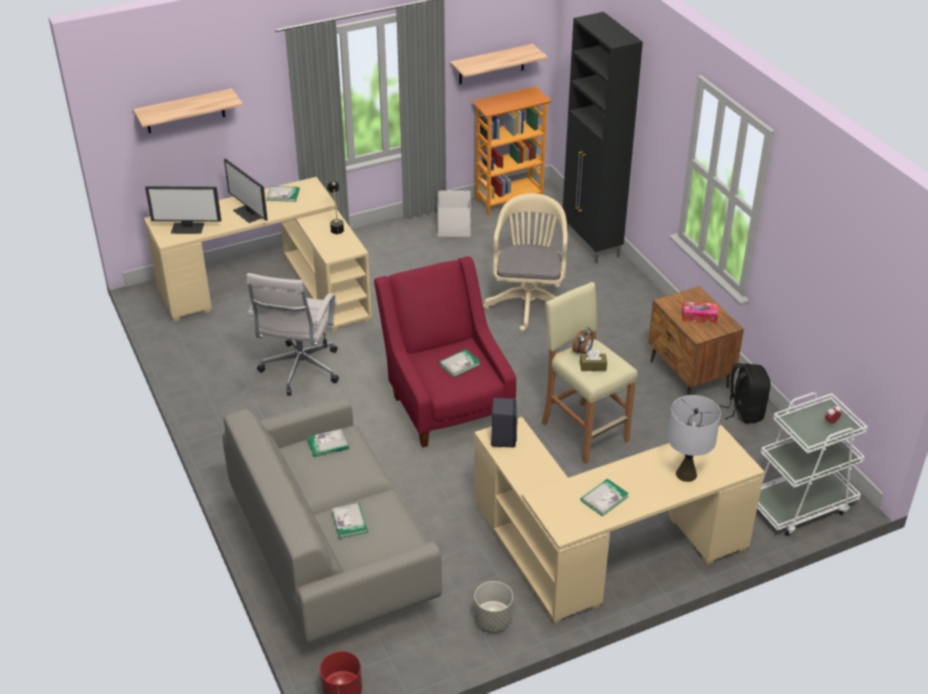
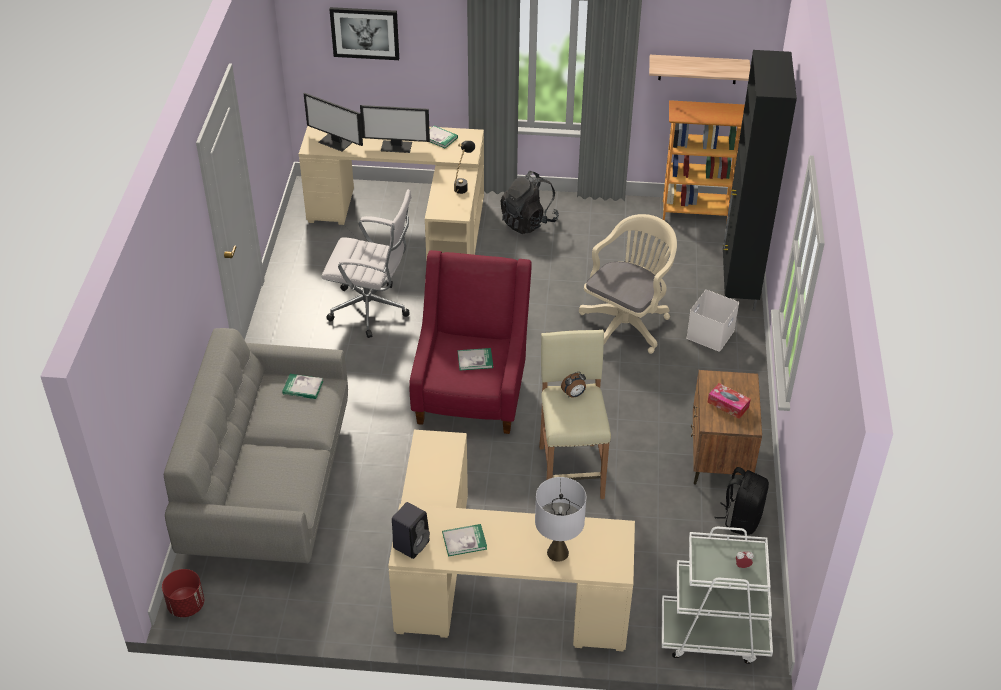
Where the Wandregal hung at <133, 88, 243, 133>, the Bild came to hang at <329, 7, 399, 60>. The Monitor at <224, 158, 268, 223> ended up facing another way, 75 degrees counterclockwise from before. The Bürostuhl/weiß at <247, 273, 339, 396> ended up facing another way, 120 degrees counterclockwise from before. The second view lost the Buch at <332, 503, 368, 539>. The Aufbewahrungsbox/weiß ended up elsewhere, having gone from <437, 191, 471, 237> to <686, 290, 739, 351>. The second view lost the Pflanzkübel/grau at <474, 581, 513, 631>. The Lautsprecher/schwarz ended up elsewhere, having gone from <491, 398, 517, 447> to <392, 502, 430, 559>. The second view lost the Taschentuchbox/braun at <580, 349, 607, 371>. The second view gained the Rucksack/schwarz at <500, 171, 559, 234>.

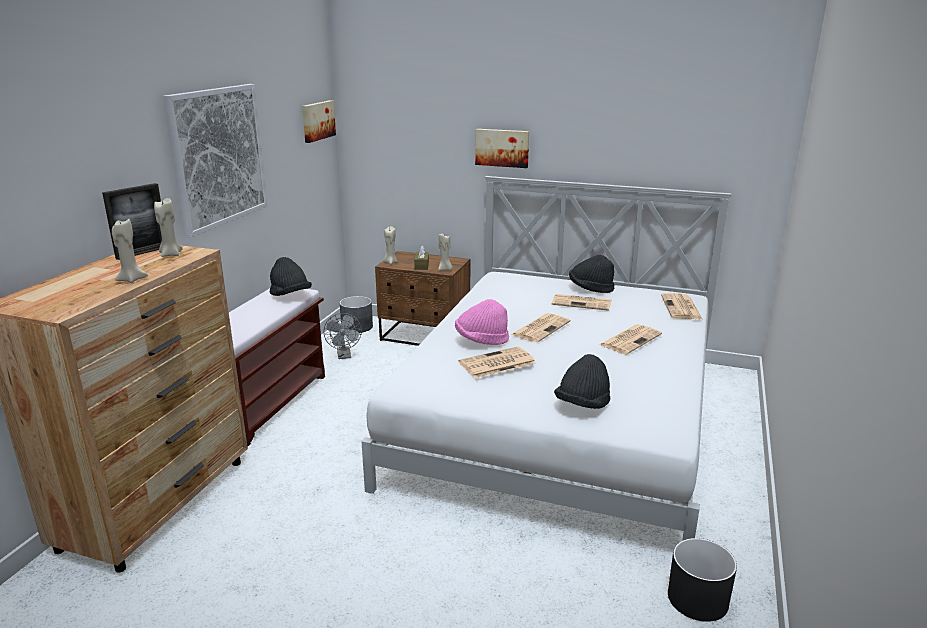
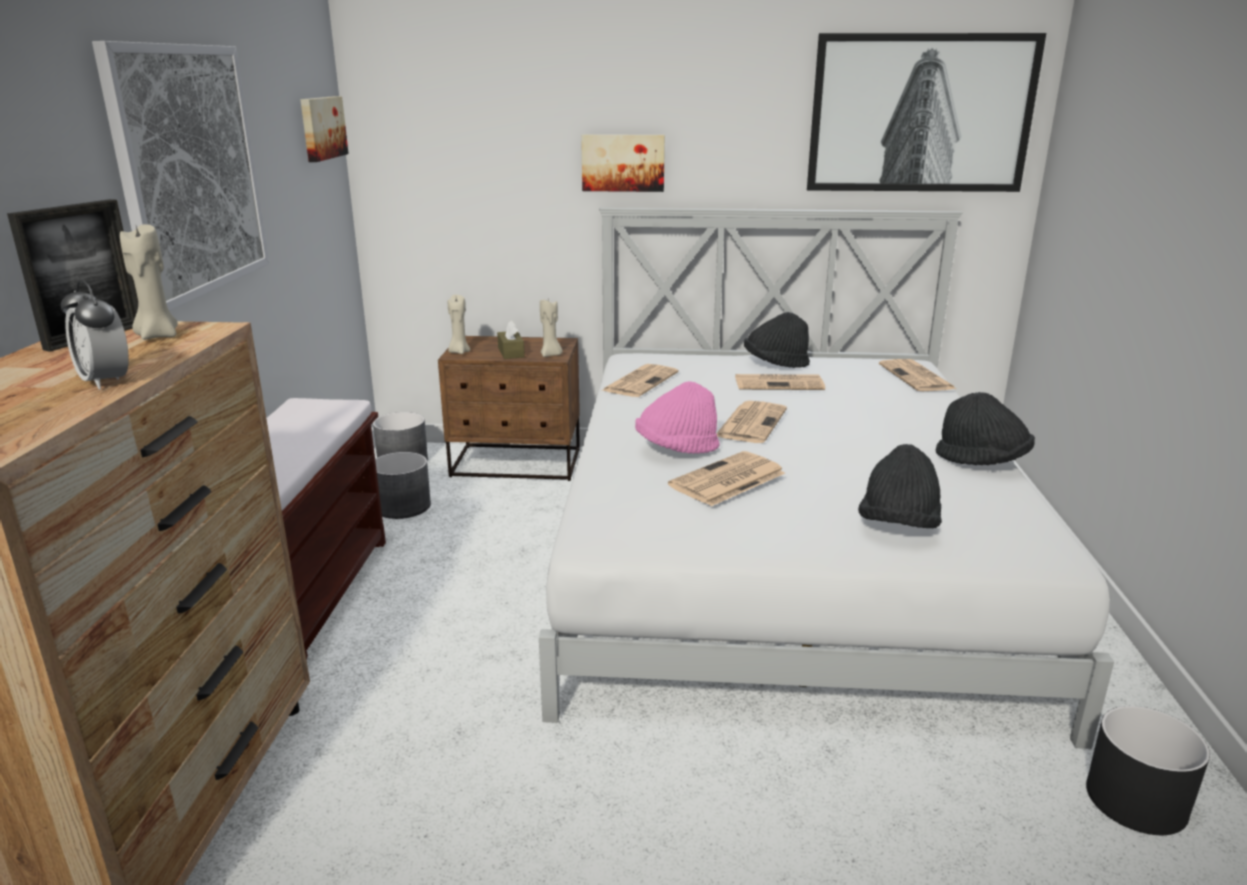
Where the Kerze/beige stood at <112, 218, 148, 283>, the Wecker came to stand at <61, 280, 129, 390>. The Hut/schwarz ended up elsewhere, having gone from <270, 257, 312, 296> to <936, 392, 1035, 465>. Where the Ventilator/grau stood at <324, 313, 362, 359>, the Pflanzkübel/grau came to stand at <375, 452, 431, 519>. The Zeitung ended up elsewhere, having gone from <599, 324, 662, 354> to <601, 364, 679, 397>. The second view gained the Bild at <807, 33, 1046, 192>.

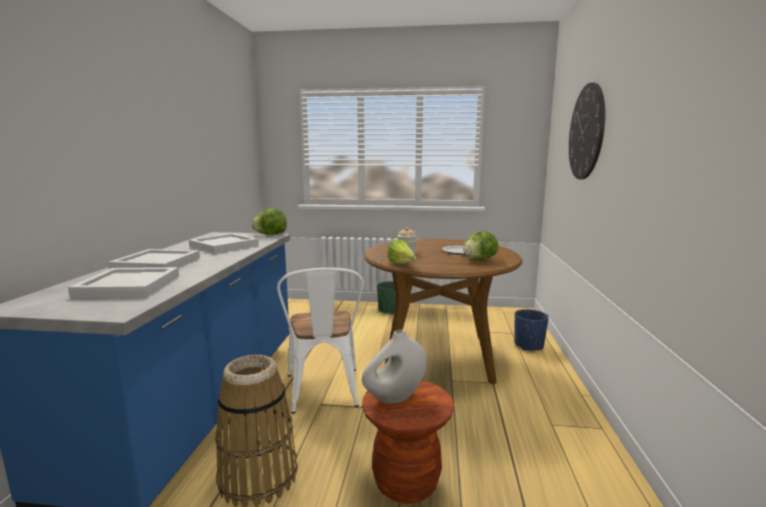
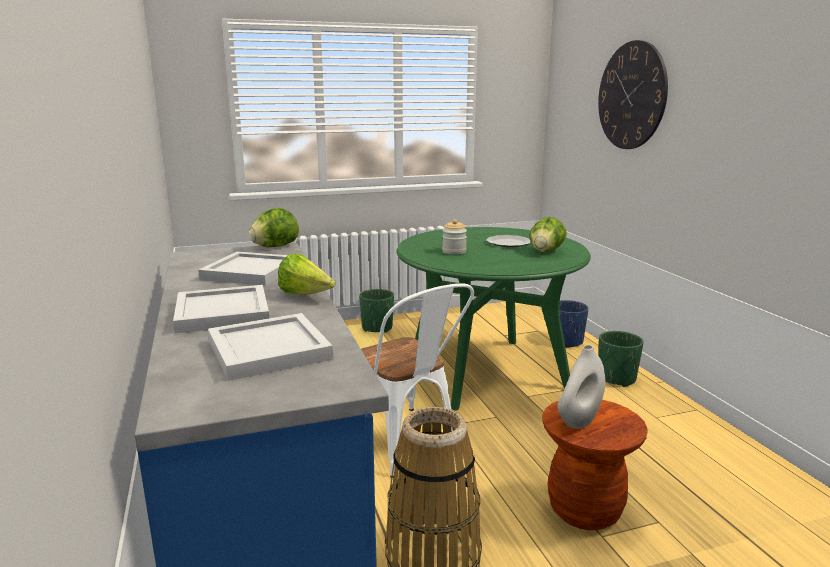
What was the Esstisch/braun at <364, 239, 523, 384> turned into the Esstisch/grün at <397, 227, 591, 411>. The Salatkopf ended up elsewhere, having gone from <387, 239, 417, 264> to <278, 254, 335, 295>. The second view gained the Pflanzkübel/grün at <598, 331, 644, 387>.

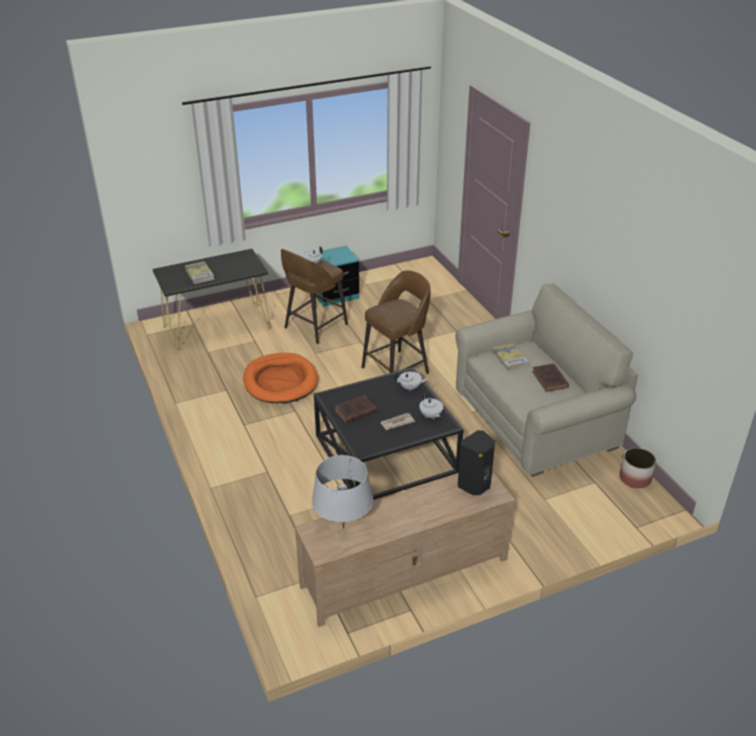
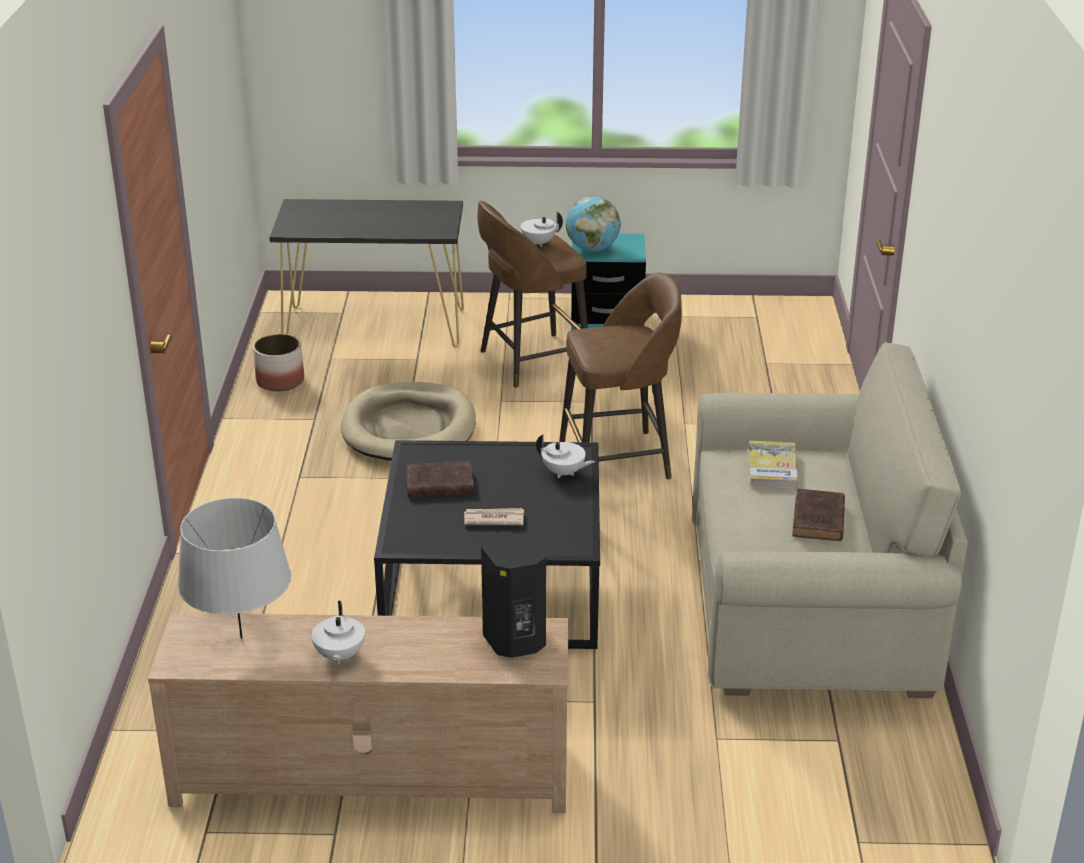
The second view lost the Buch at <185, 261, 214, 284>. What was the Hundebett/orange at <243, 353, 318, 403> turned into the Hundebett/beige at <341, 382, 476, 461>. The Teekanne/weiß ended up elsewhere, having gone from <419, 392, 443, 419> to <311, 601, 365, 665>. The Pflanzkübel ended up elsewhere, having gone from <619, 448, 656, 488> to <253, 334, 304, 391>. The second view gained the Globus at <566, 196, 621, 252>.

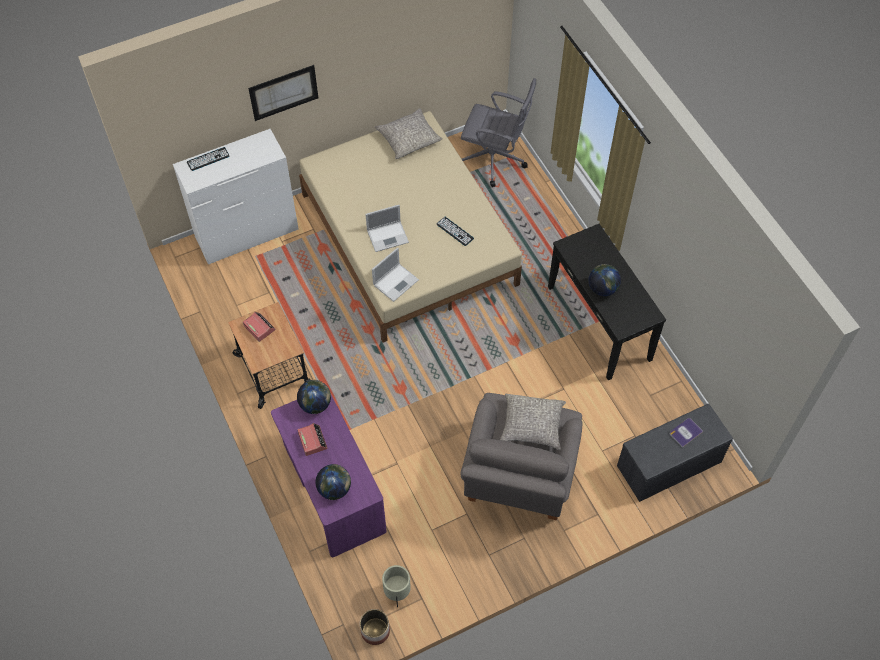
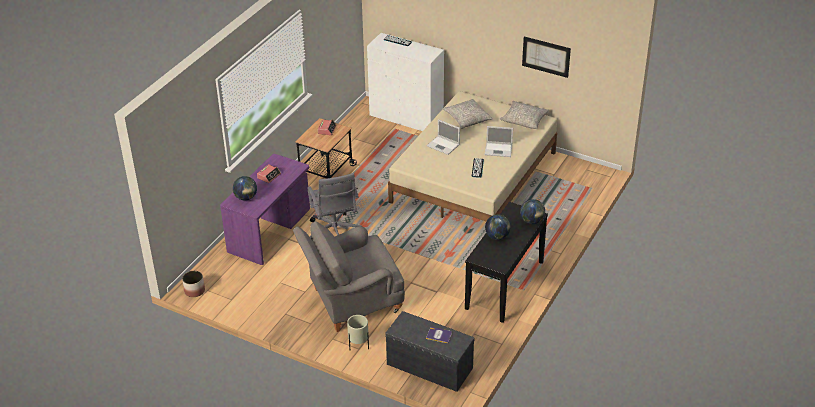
The Bild ended up elsewhere, having gone from <248, 65, 318, 121> to <522, 36, 571, 78>. The Globus ended up elsewhere, having gone from <297, 380, 331, 414> to <520, 199, 545, 224>. The Laptop ended up elsewhere, having gone from <372, 247, 419, 302> to <485, 126, 513, 157>. The Pflanzkübel/beige ended up elsewhere, having gone from <382, 565, 411, 607> to <347, 315, 369, 349>. The Bürostuhl/grau ended up elsewhere, having gone from <461, 78, 536, 187> to <307, 173, 362, 241>. The Kissen/grau ended up elsewhere, having gone from <500, 394, 566, 450> to <443, 99, 492, 129>.

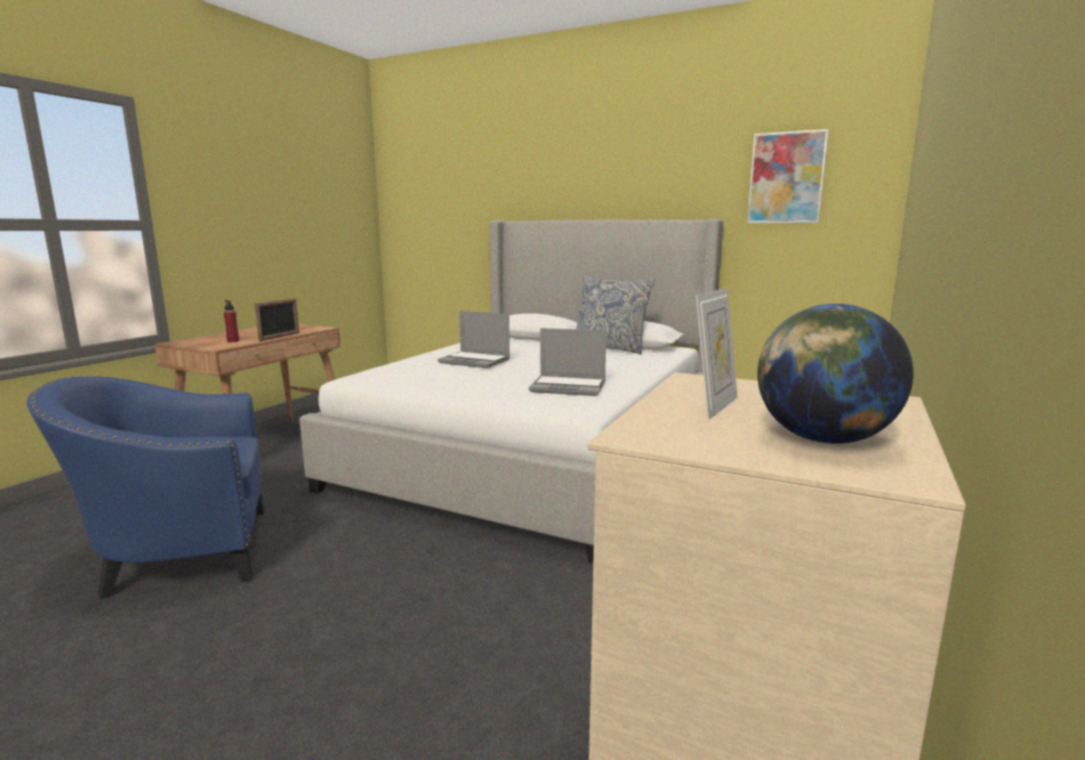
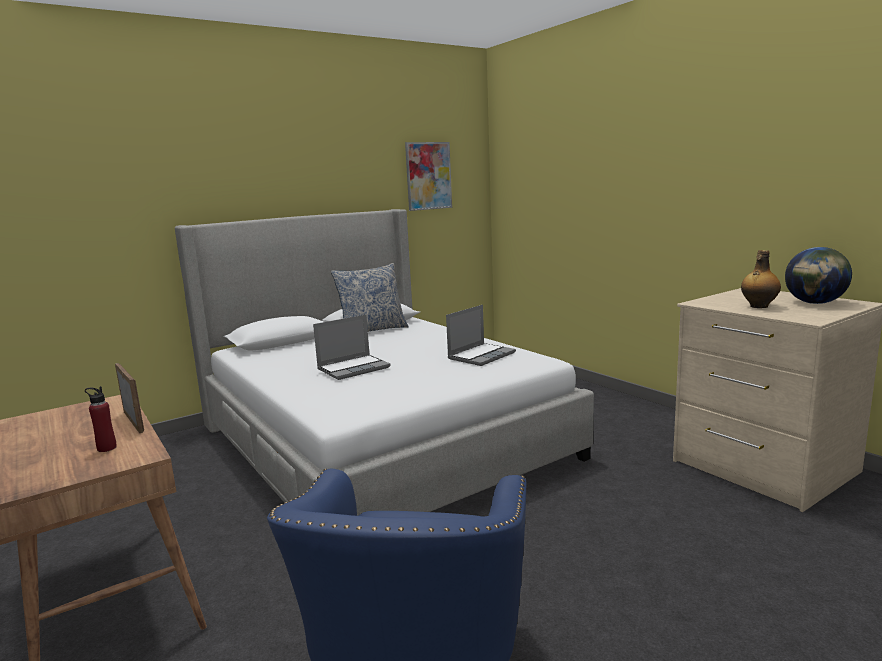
Where the Bilderrahmen stood at <696, 287, 738, 420>, the Flasche came to stand at <741, 250, 781, 308>.

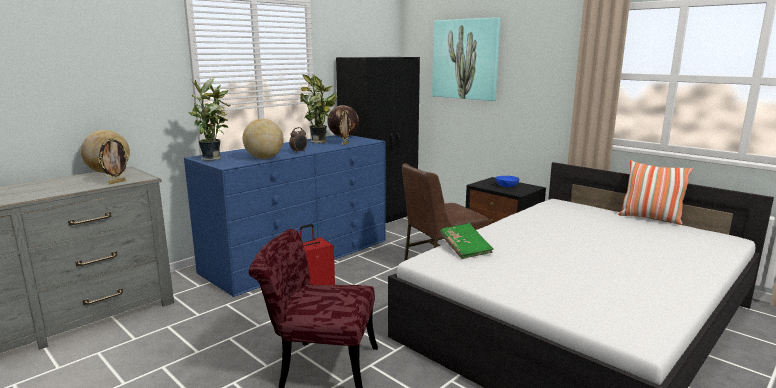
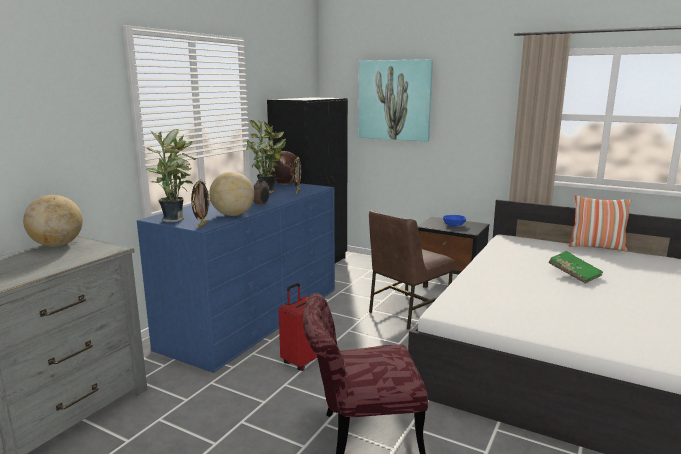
The Bilderrahmen ended up elsewhere, having gone from <98, 137, 129, 184> to <191, 179, 210, 228>. The Buch/grün ended up elsewhere, having gone from <440, 223, 494, 259> to <549, 251, 603, 284>.

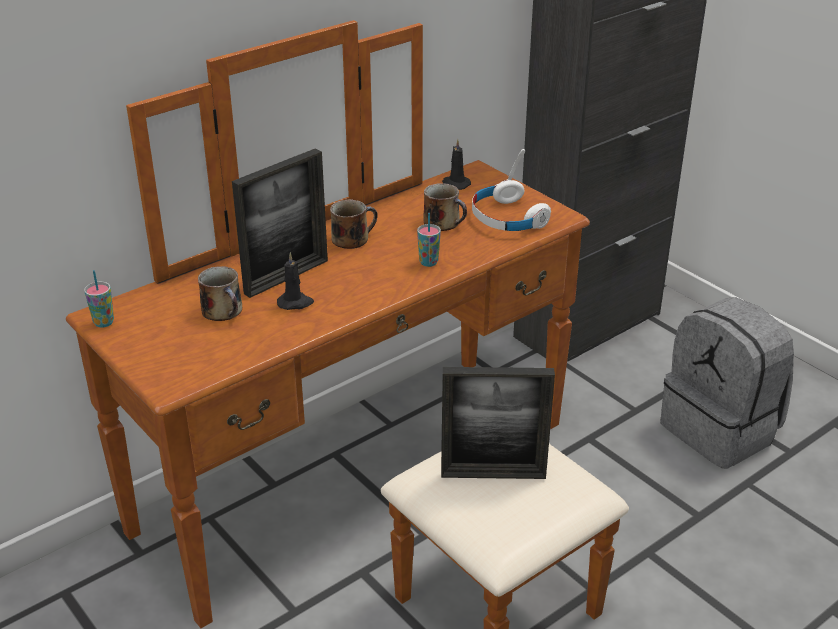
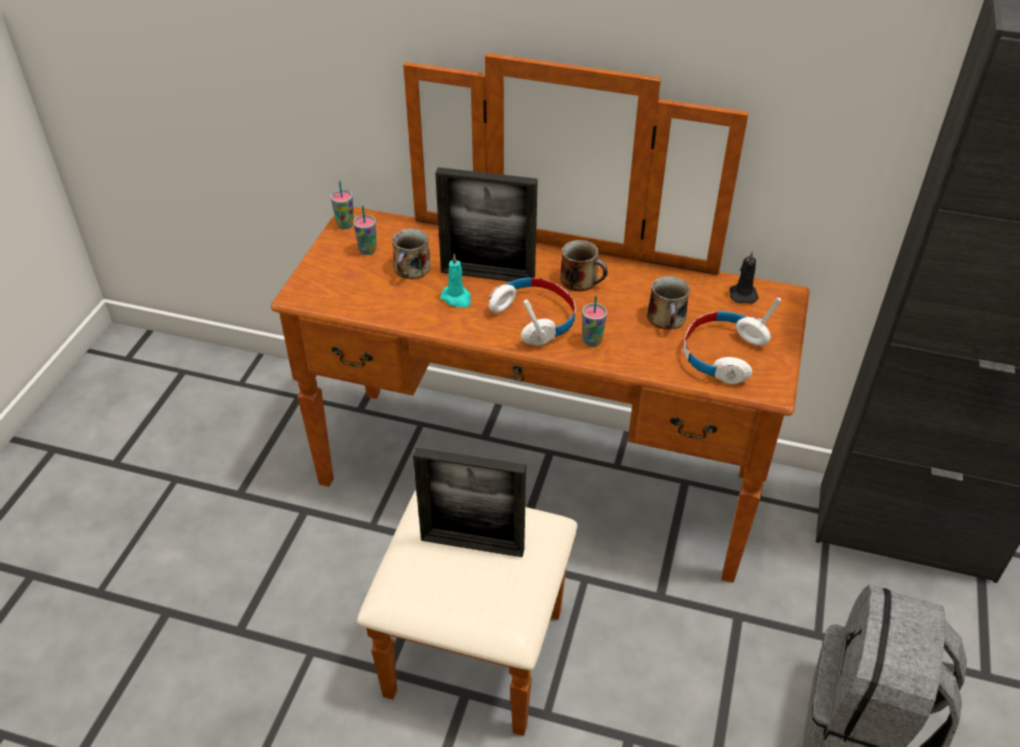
What was the Kerze/schwarz at <277, 252, 314, 310> turned into the Kerze/türkis at <440, 253, 471, 308>. The Bilderrahmen at <441, 367, 555, 479> ended up facing another way, 45 degrees counterclockwise from before. The second view gained the Tasse at <353, 206, 377, 255>. The second view gained the Kopfhörer/weiß at <489, 278, 576, 346>.

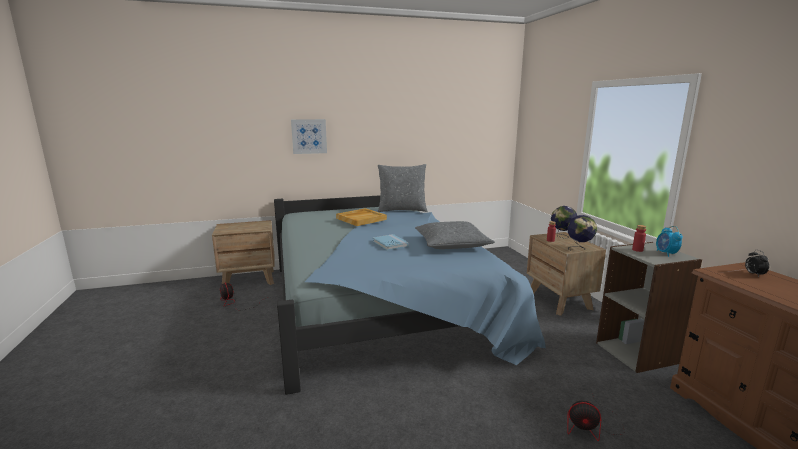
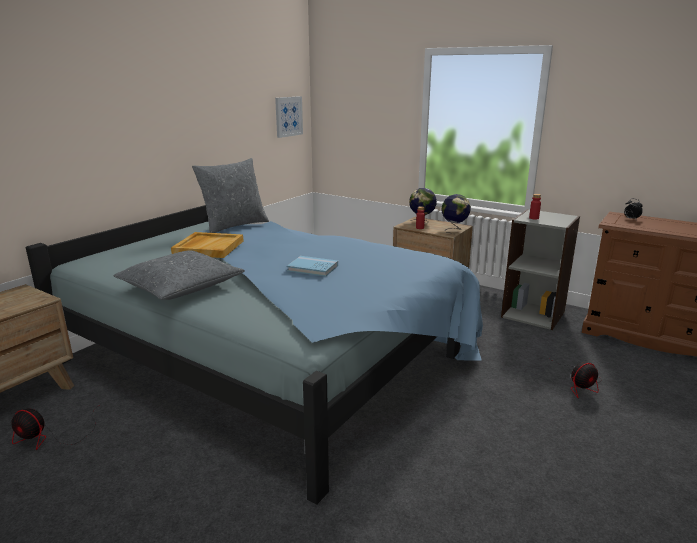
The Bild ended up elsewhere, having gone from <291, 119, 327, 154> to <275, 96, 303, 138>. The Kissen/grau ended up elsewhere, having gone from <415, 221, 495, 249> to <113, 250, 245, 300>. The second view lost the Wecker at <656, 226, 683, 257>.

